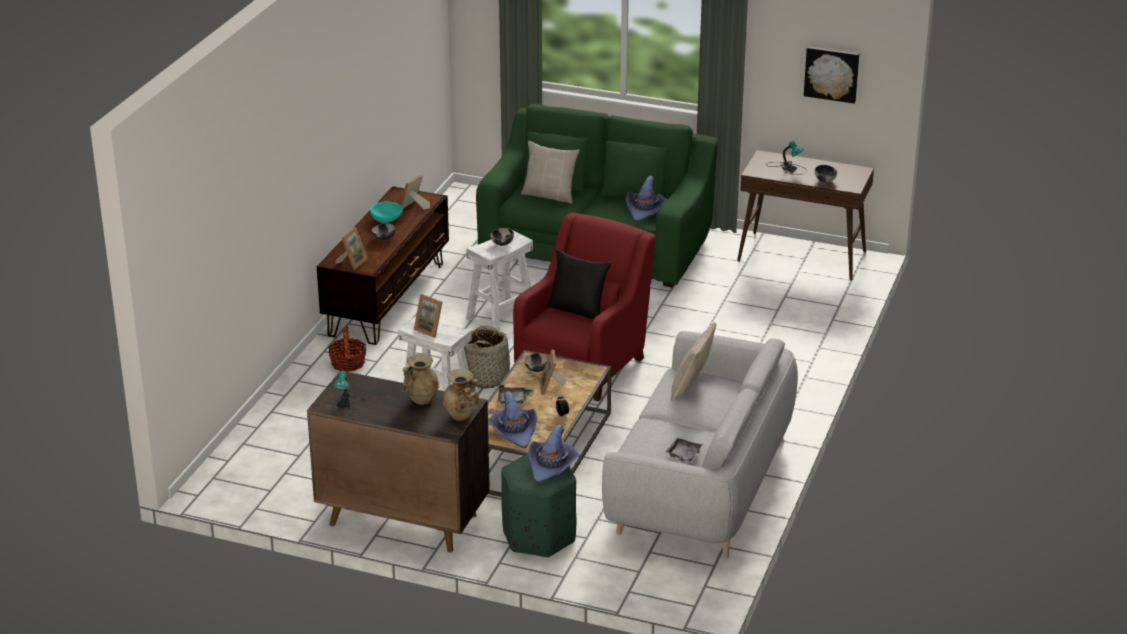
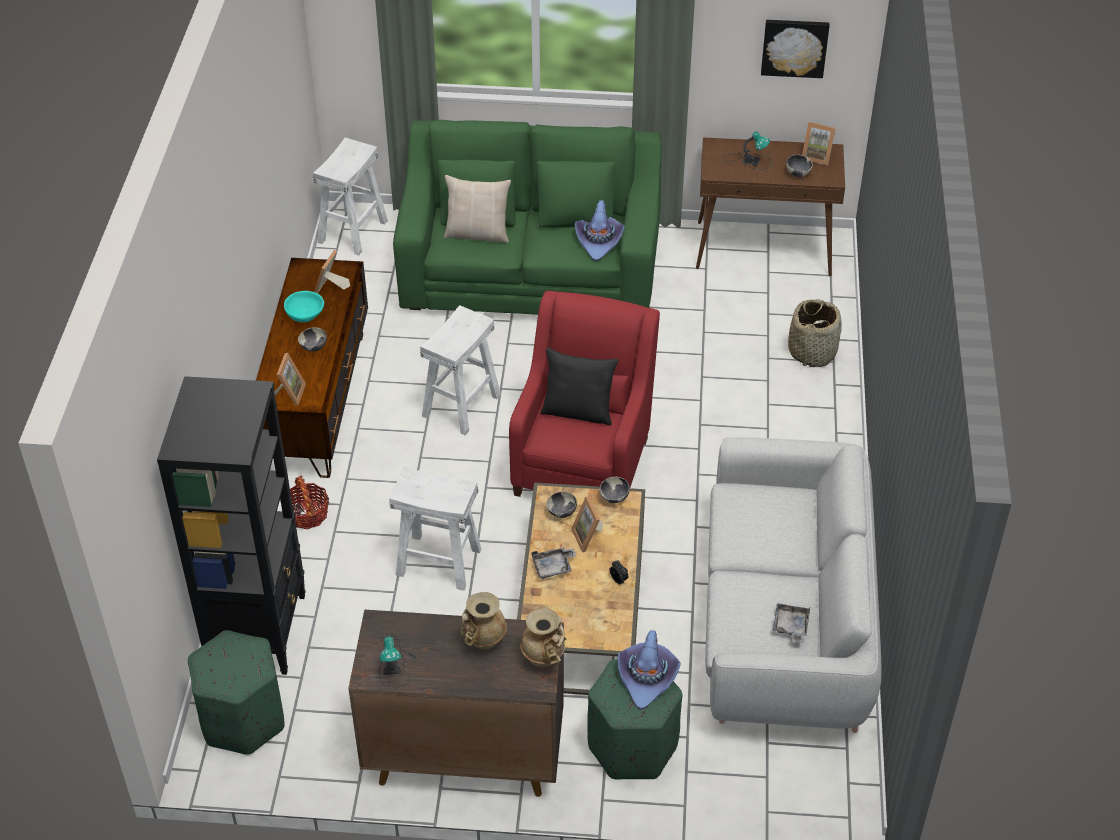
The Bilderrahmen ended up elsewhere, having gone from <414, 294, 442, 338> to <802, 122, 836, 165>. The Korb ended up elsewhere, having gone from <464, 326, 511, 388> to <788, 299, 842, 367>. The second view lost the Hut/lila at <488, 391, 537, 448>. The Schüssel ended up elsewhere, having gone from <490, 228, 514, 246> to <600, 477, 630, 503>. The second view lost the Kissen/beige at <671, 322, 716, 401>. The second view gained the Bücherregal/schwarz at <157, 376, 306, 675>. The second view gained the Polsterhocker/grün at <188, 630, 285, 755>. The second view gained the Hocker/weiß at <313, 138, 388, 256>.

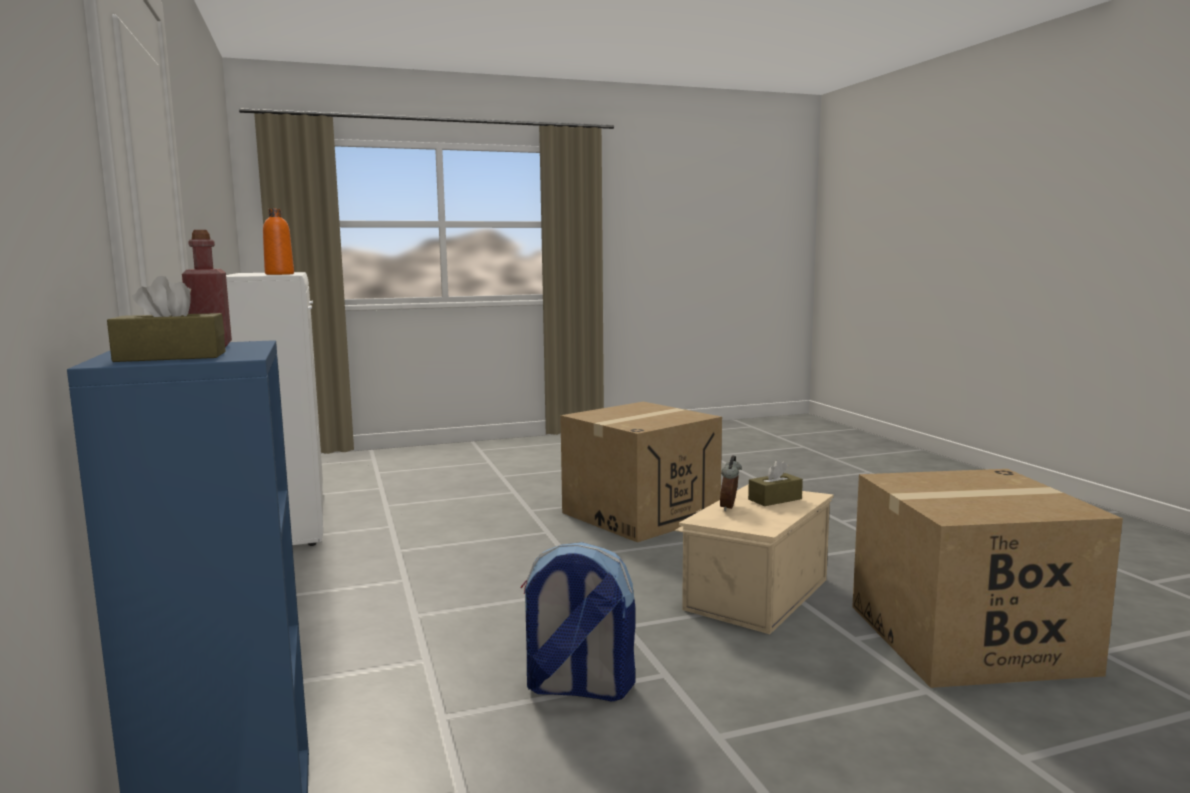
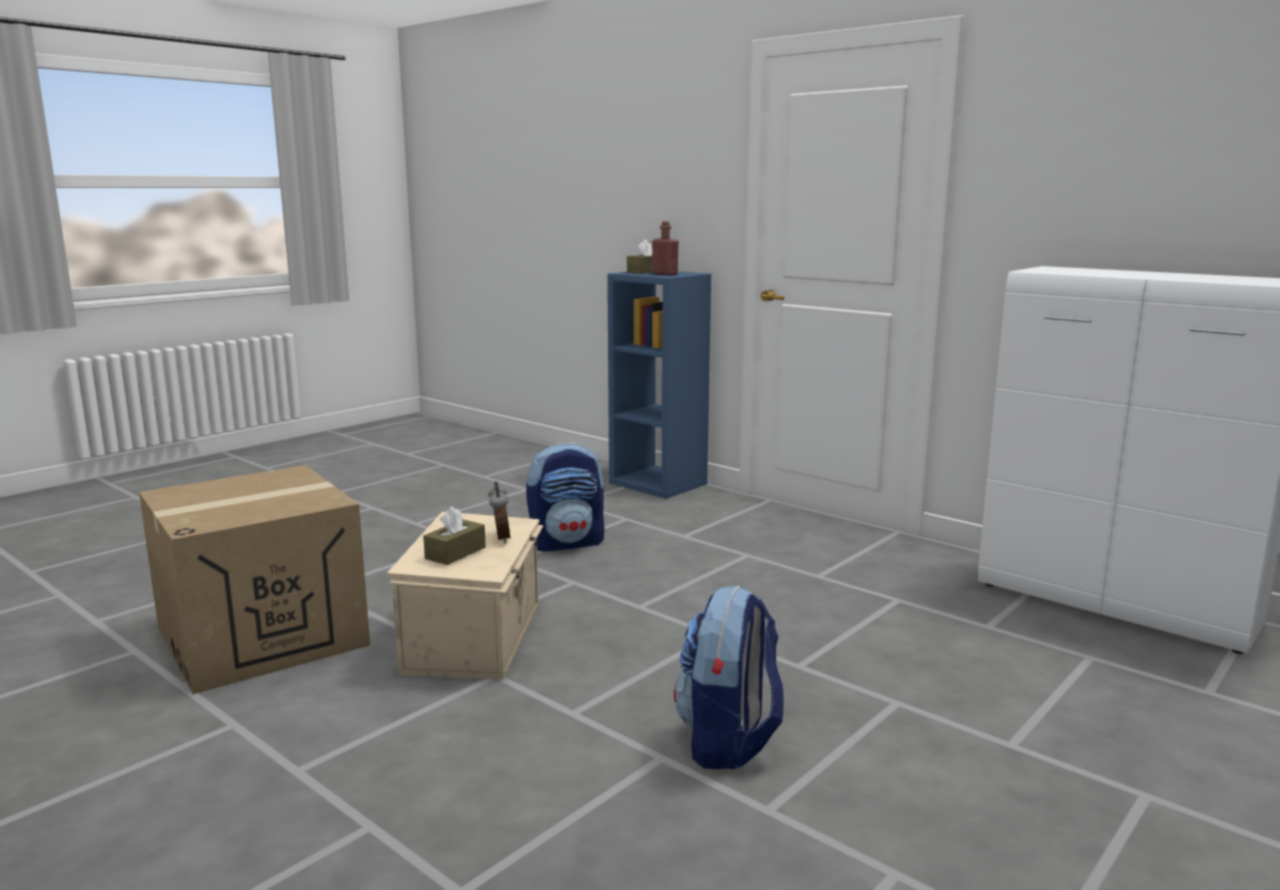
The second view lost the Flasche/orange at <263, 209, 294, 275>. Where the Karton stood at <560, 402, 722, 542>, the Rucksack came to stand at <674, 585, 784, 769>.

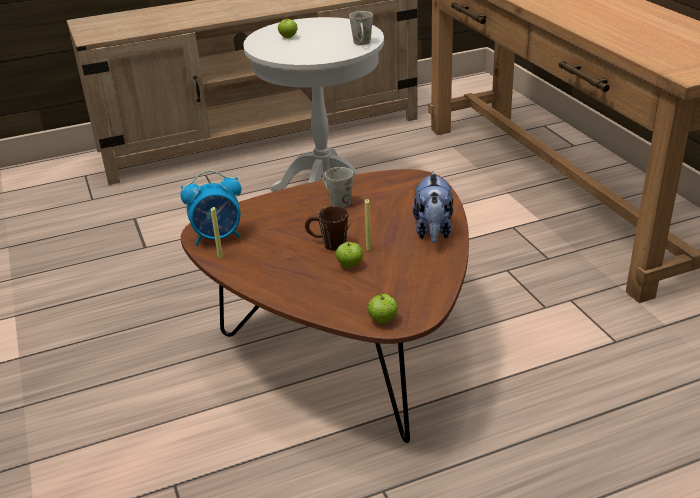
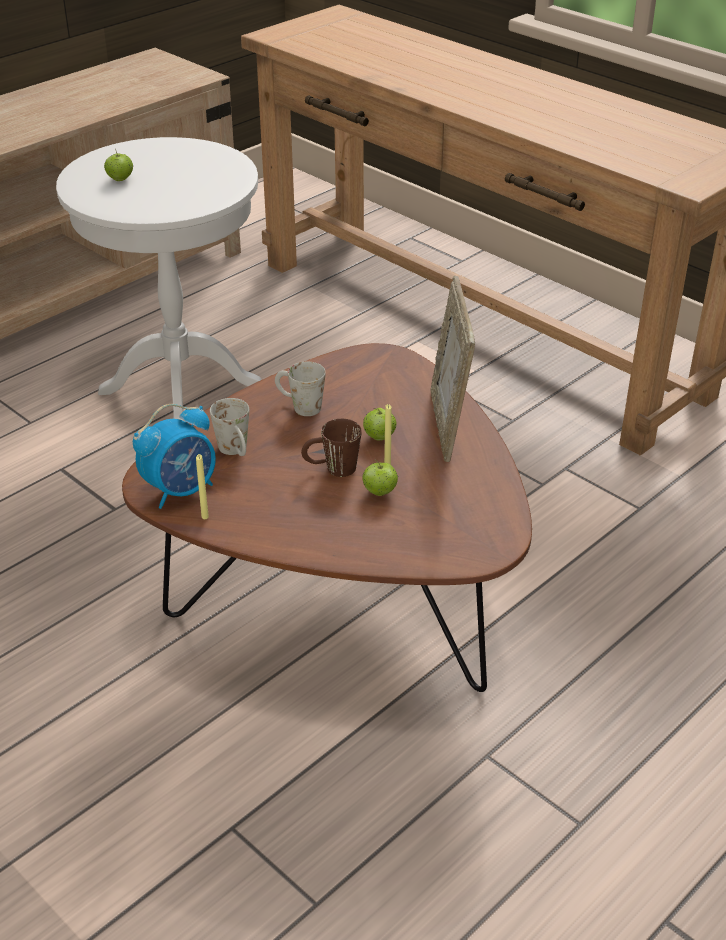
The Henkelbecher/weiß ended up elsewhere, having gone from <349, 11, 373, 45> to <210, 398, 249, 456>. The Apfel ended up elsewhere, having gone from <368, 293, 398, 323> to <363, 408, 396, 441>. Where the Plüschtier stood at <413, 171, 453, 243>, the Bilderrahmen came to stand at <430, 276, 475, 462>.

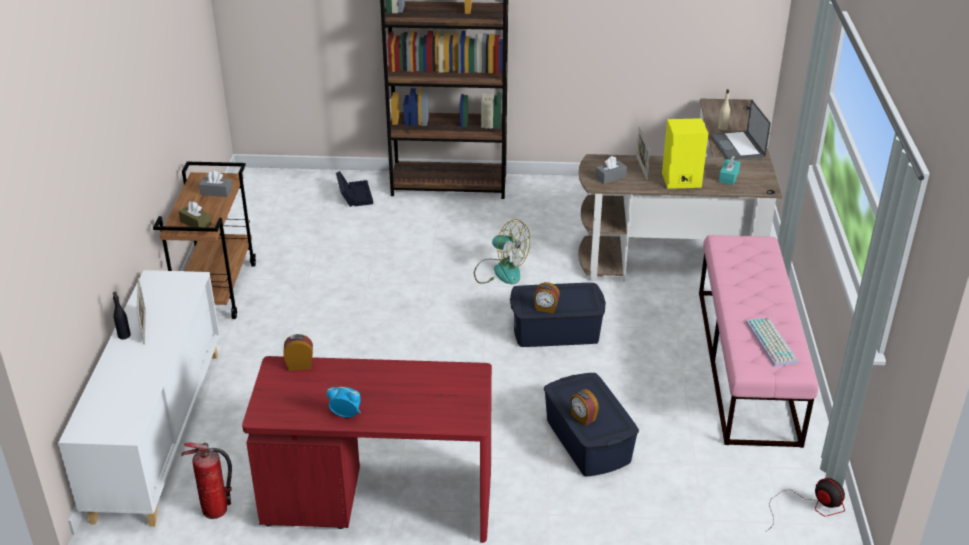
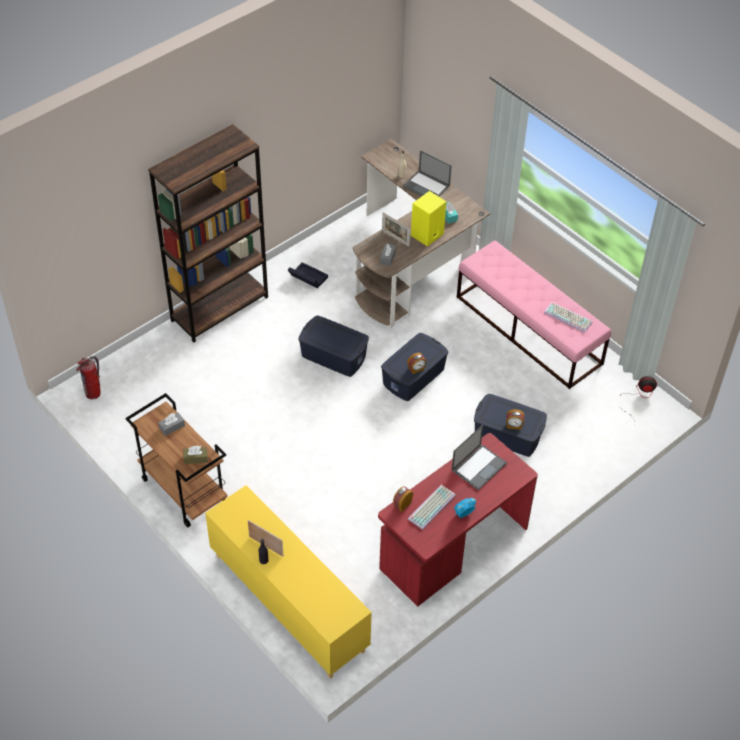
What was the Schrank/weiß at <58, 270, 220, 527> turned into the Schrank/gelb at <205, 485, 372, 679>. The Feuerlöscher ended up elsewhere, having gone from <181, 443, 232, 519> to <76, 356, 101, 399>. The Aufbewahrungsbox/schwarz ended up elsewhere, having gone from <336, 171, 373, 207> to <288, 262, 328, 288>. Where the Ventilator stood at <474, 219, 530, 284>, the Aufbewahrungsbox/blau came to stand at <299, 316, 369, 377>. The second view gained the Tastatur at <408, 485, 456, 530>. The second view gained the Laptop at <451, 425, 507, 490>.

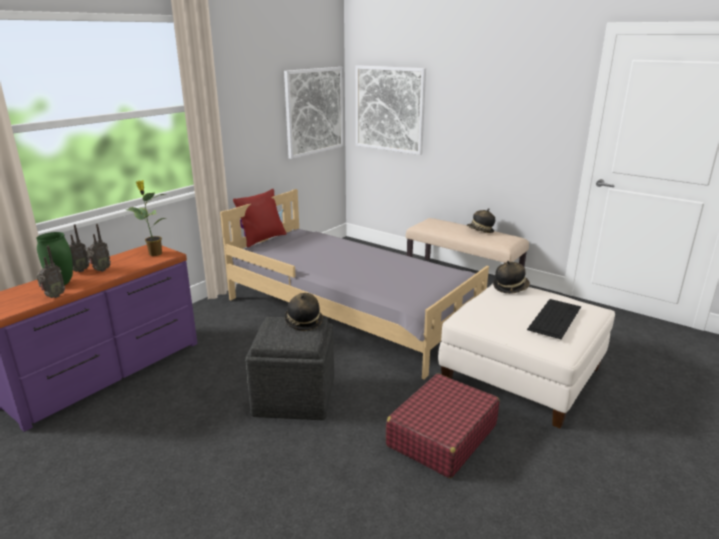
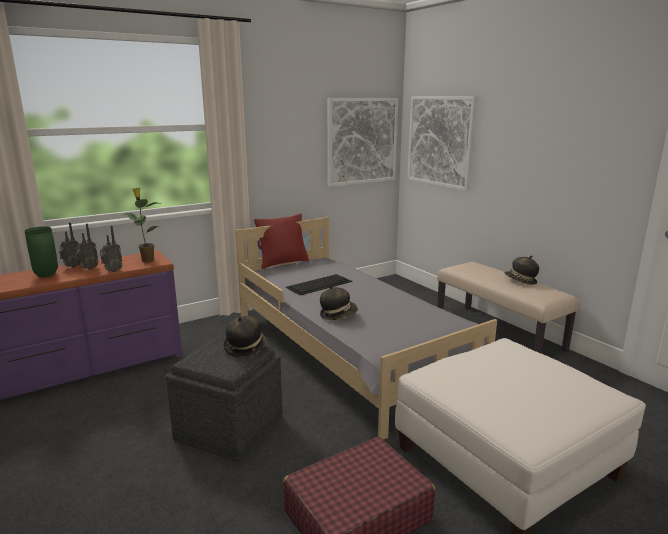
The Radio ended up elsewhere, having gone from <37, 245, 65, 298> to <100, 225, 123, 272>. The Hut ended up elsewhere, having gone from <493, 261, 530, 294> to <320, 285, 357, 320>. The Tastatur ended up elsewhere, having gone from <527, 299, 581, 339> to <286, 274, 352, 295>.

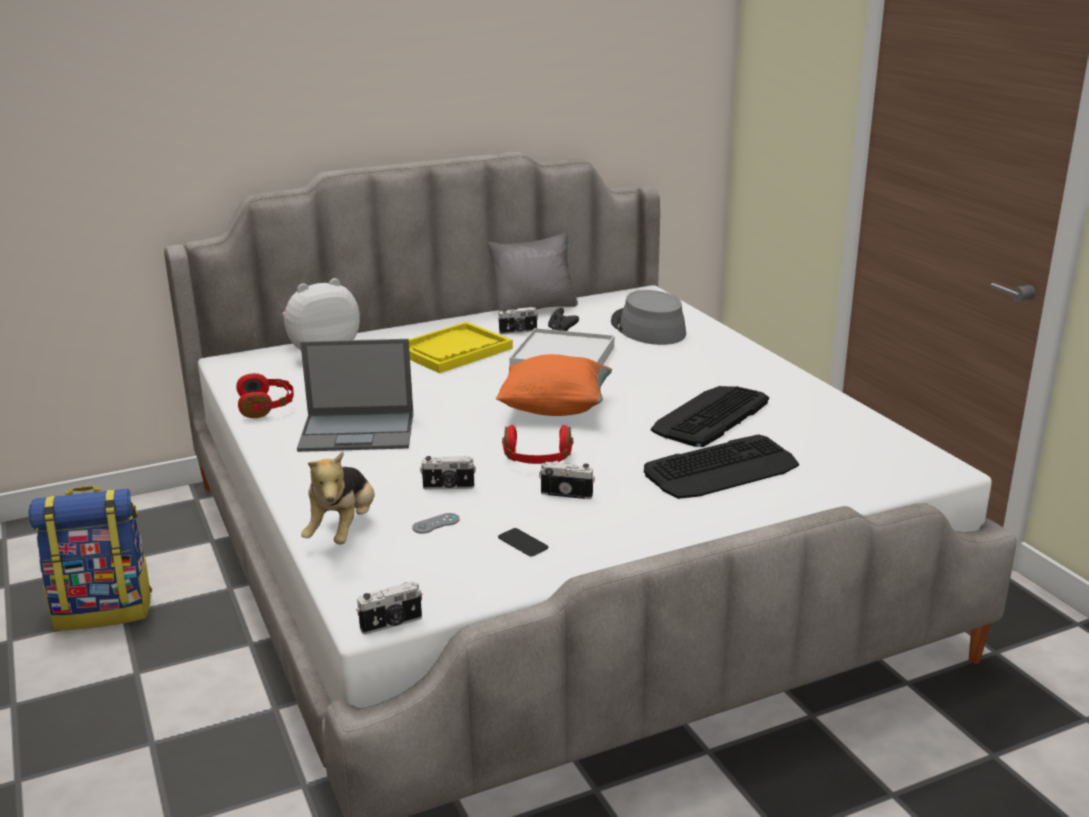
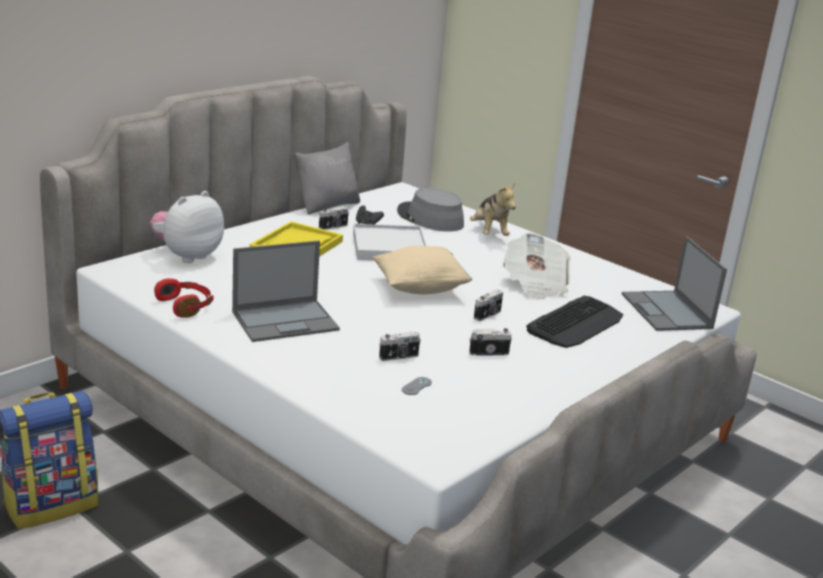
The Plüschtier ended up elsewhere, having gone from <301, 451, 375, 545> to <470, 183, 516, 236>. The Kamera ended up elsewhere, having gone from <356, 581, 422, 634> to <474, 289, 503, 321>. What was the Kissen/orange at <496, 354, 612, 416> turned into the Kissen/beige at <373, 245, 472, 294>. The second view lost the Handy at <498, 528, 548, 556>. The second view lost the Kopfhörer/rot at <502, 425, 573, 464>. Where the Tastatur stood at <651, 386, 769, 447>, the Zeitung came to stand at <503, 233, 570, 300>. The second view gained the Laptop at <622, 236, 727, 331>.

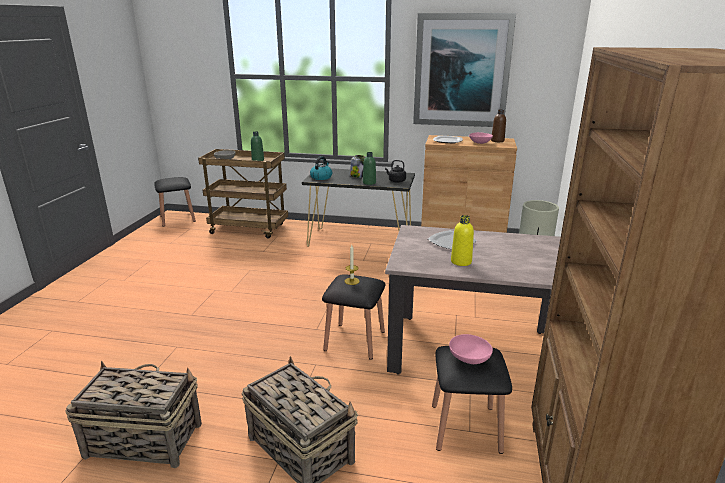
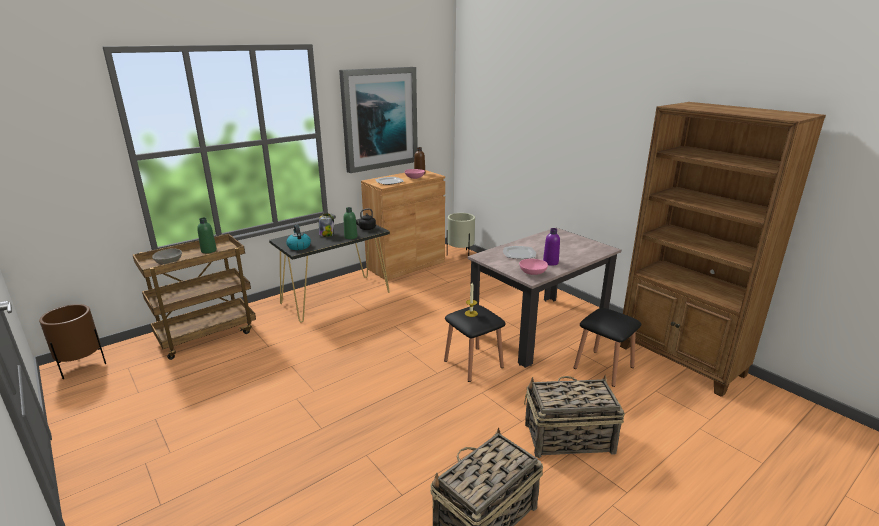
Where the Hocker/schwarz stood at <154, 177, 196, 226>, the Pflanzkübel/braun came to stand at <39, 304, 106, 379>. The Schüssel/rosa ended up elsewhere, having gone from <449, 334, 493, 364> to <519, 259, 548, 275>. What was the Flasche/gelb at <451, 215, 474, 266> turned into the Flasche/lila at <543, 228, 560, 266>.

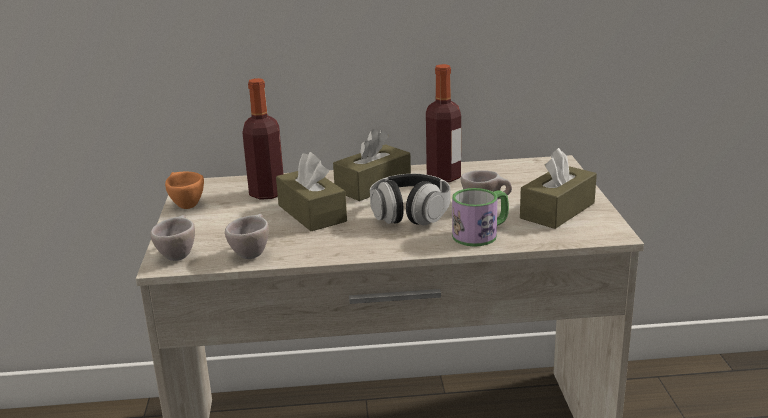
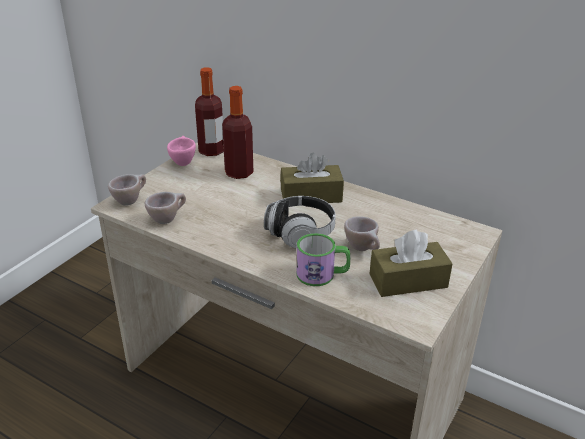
What was the Tasse/orange at <165, 171, 204, 209> turned into the Tasse/rosa at <167, 136, 196, 166>. The second view lost the Taschentuchbox/braun at <276, 152, 347, 231>. The Flasche ended up elsewhere, having gone from <426, 64, 461, 182> to <195, 67, 224, 156>.

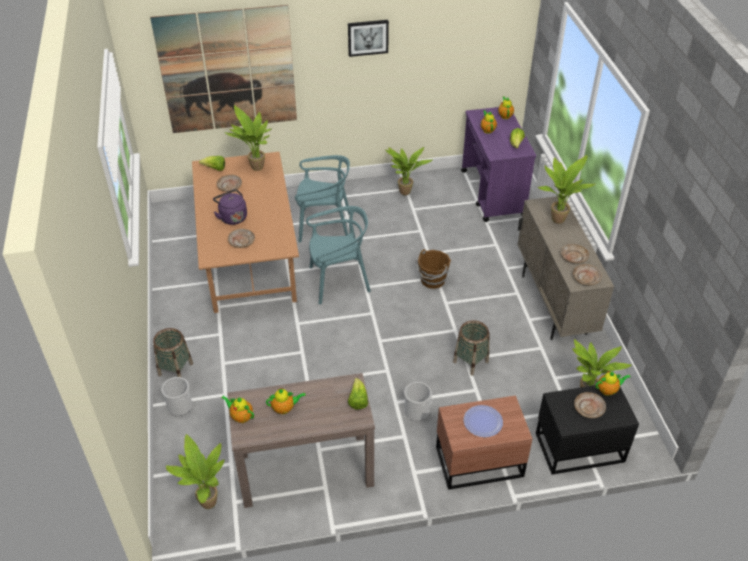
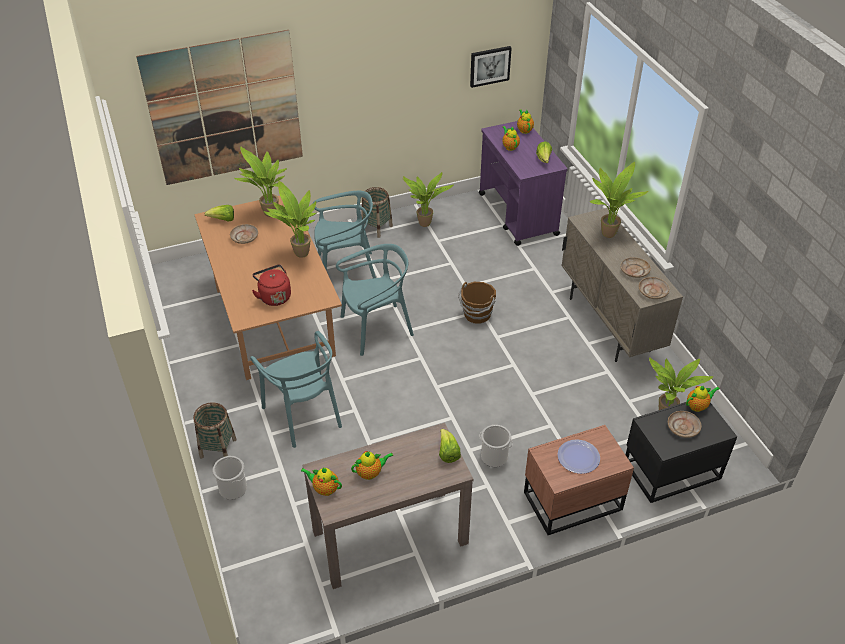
The Topfpflanze ended up elsewhere, having gone from <166, 434, 224, 509> to <264, 181, 316, 258>. The second view lost the Wasserkessel/lila at <213, 189, 247, 225>. Where the Teller/beige stood at <228, 229, 255, 248>, the Wasserkessel/rot came to stand at <252, 264, 291, 306>. The Bild ended up elsewhere, having gone from <348, 20, 389, 57> to <470, 46, 512, 88>. The Korb ended up elsewhere, having gone from <453, 320, 489, 376> to <361, 187, 393, 238>. The second view gained the Stuhl/türkis at <250, 331, 342, 448>.

